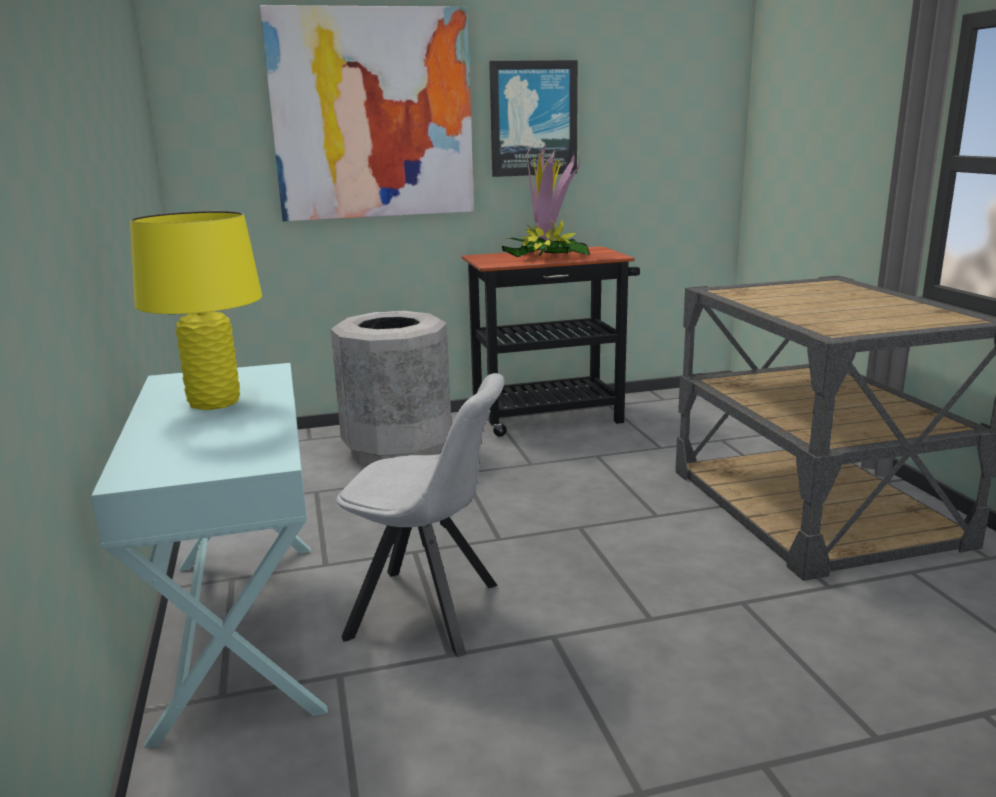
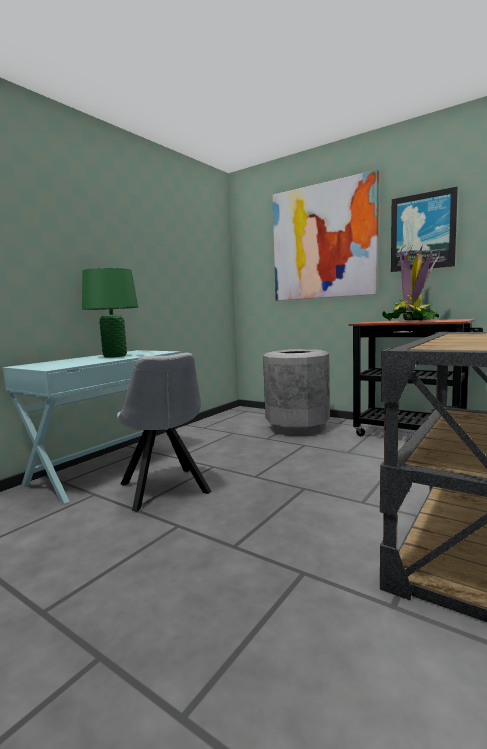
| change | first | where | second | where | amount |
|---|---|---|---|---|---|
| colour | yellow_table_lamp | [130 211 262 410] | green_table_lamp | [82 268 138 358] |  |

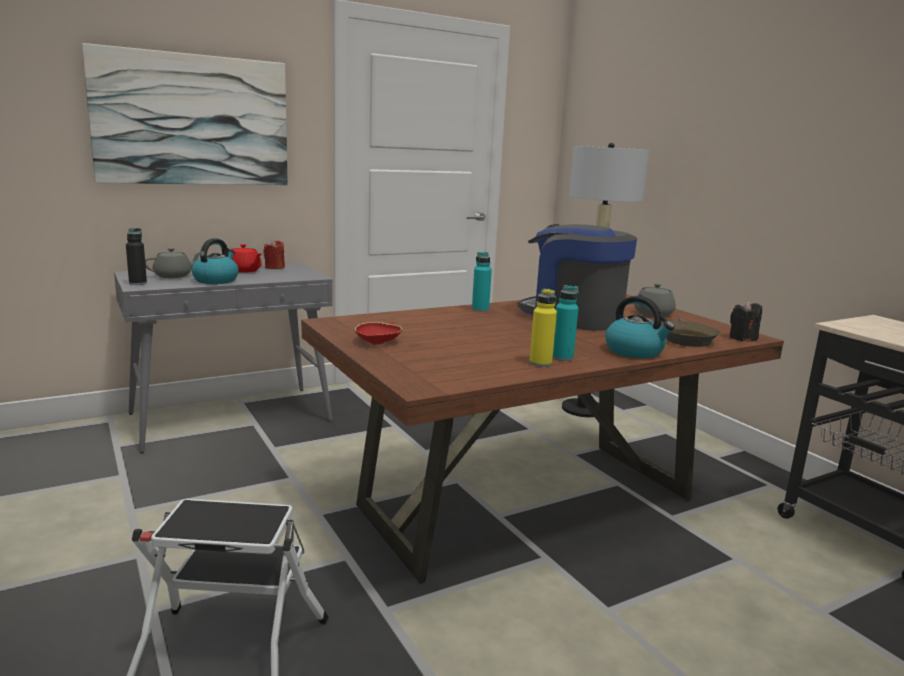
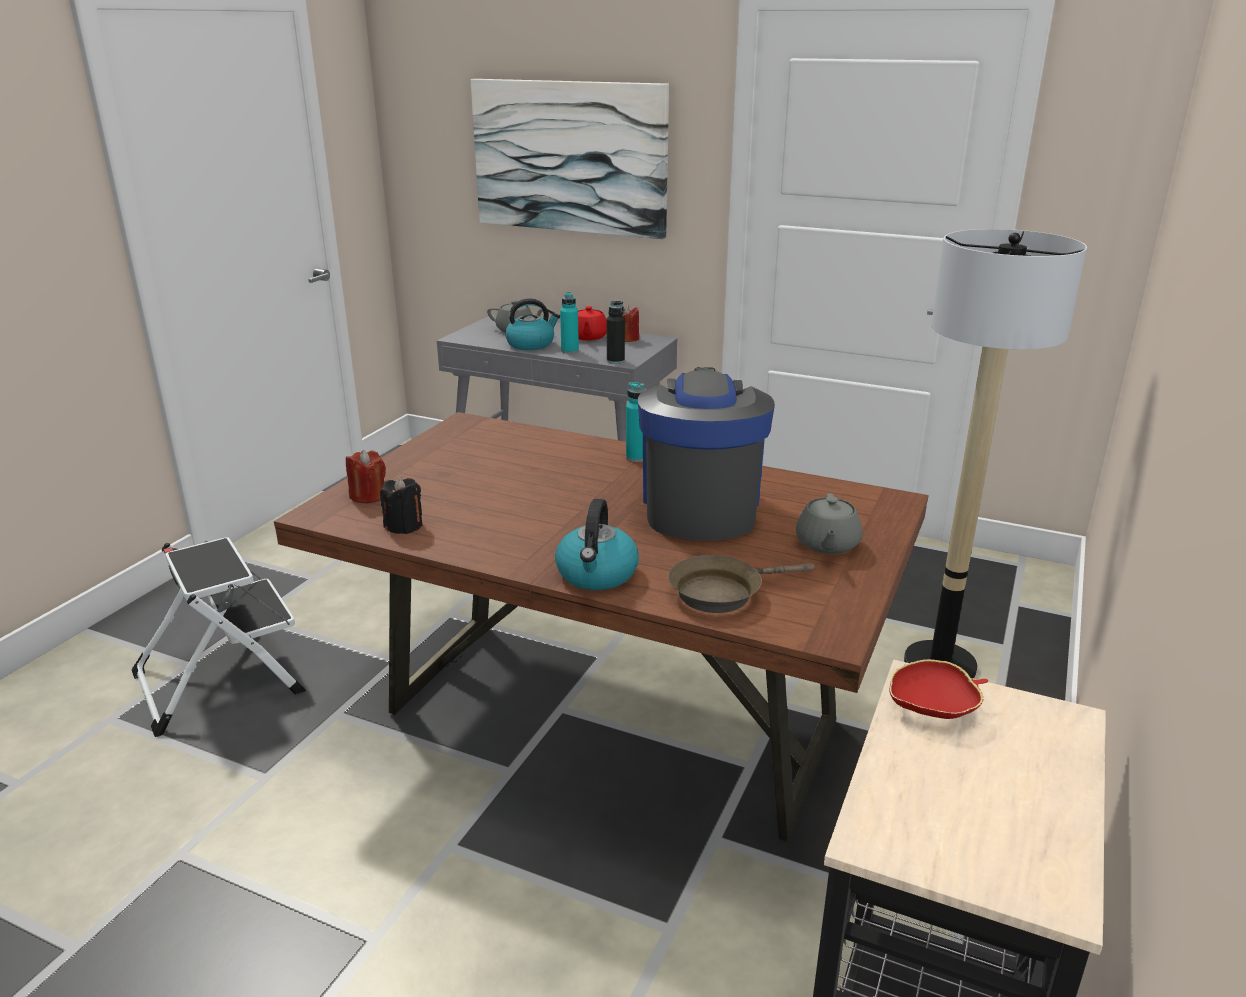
| change | first | where | second | where | amount |
|---|---|---|---|---|---|
| relocated | black_bottle | [126 228 147 285] |  | [607 301 625 364] |  |
| relocated | red_bowl | [355 322 402 345] |  | [889 659 988 719] |  |
| missing | yellow_bottle | [529 288 557 367] |  |  |  |
| relocated | turquoise_bottle | [553 285 579 361] |  | [560 292 579 354] |  |
| spun | grey_teapot | [634 283 676 317] |  | [796 493 863 554] | 90 degrees counterclockwise |
| relocated | black_candle | [729 301 762 341] |  | [380 477 422 534] |  |
| appeared |  |  | red_candle | [346 450 386 503] |  |

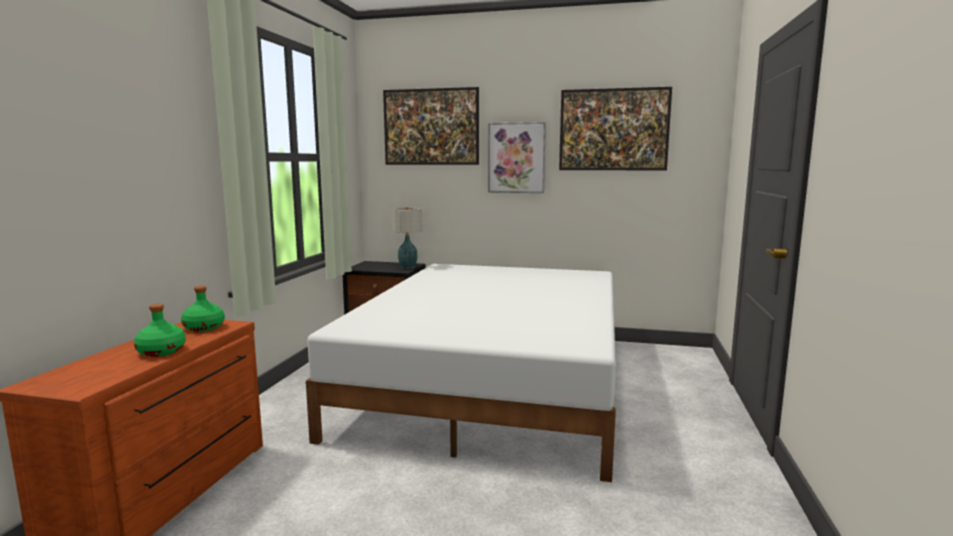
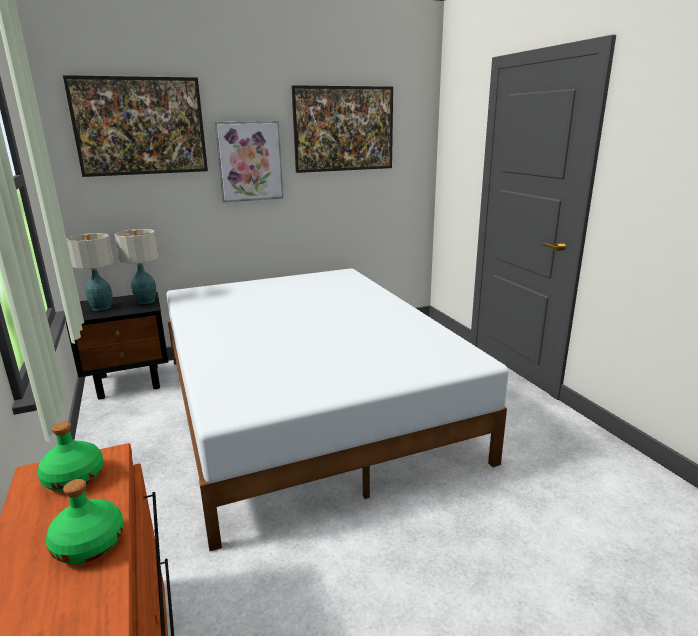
| change | first | where | second | where | amount |
|---|---|---|---|---|---|
| appeared |  |  | table_lamp | [67 233 114 311] |  |

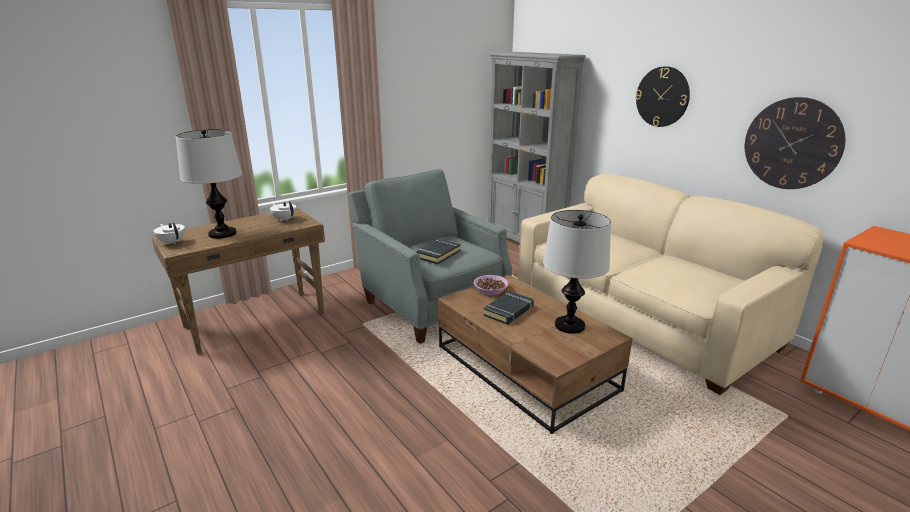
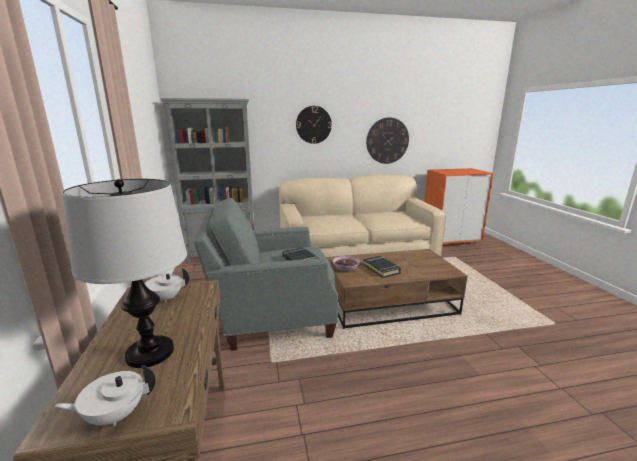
| change | first | where | second | where | amount |
|---|---|---|---|---|---|
| missing | table_lamp | [543 210 611 334] |  |  |  |

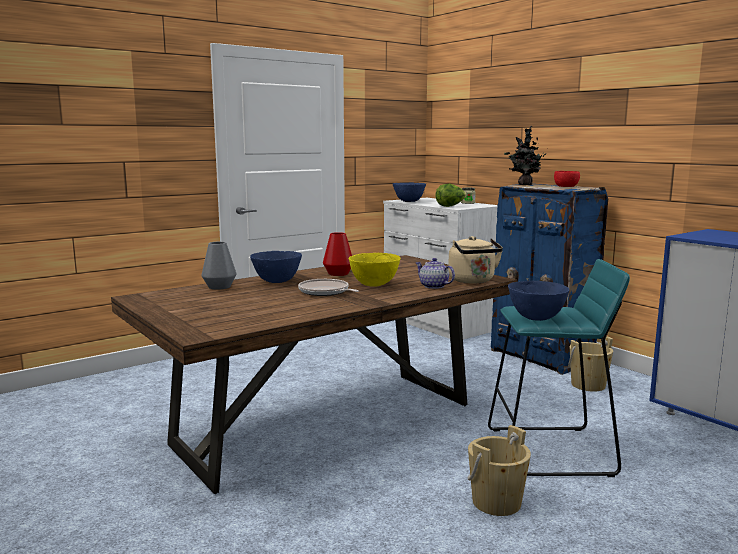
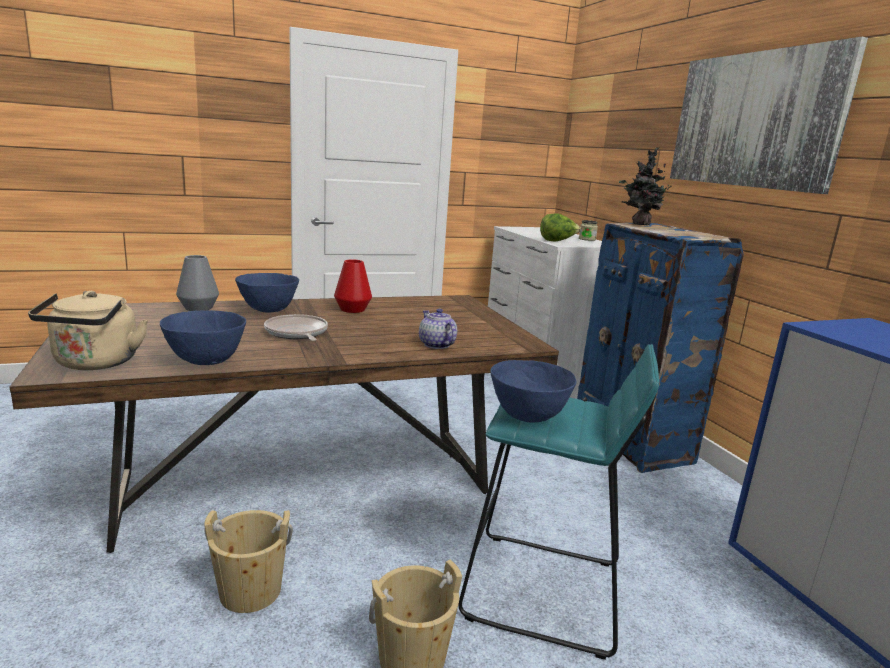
| change | first | where | second | where | amount |
|---|---|---|---|---|---|
| missing | yellow_bowl | [349 253 401 286] |  |  |  |
| relocated | blue_bowl | [393 183 426 202] |  | [160 310 246 365] |  |
| relocated | beige_kettle | [448 236 503 283] |  | [28 291 148 370] |  |
| missing | red_bowl | [554 171 580 187] |  |  |  |
| relocated | beige_bucket | [568 336 613 392] |  | [204 510 293 613] |  |
| appeared |  |  | picture | [670 37 868 194] |  |

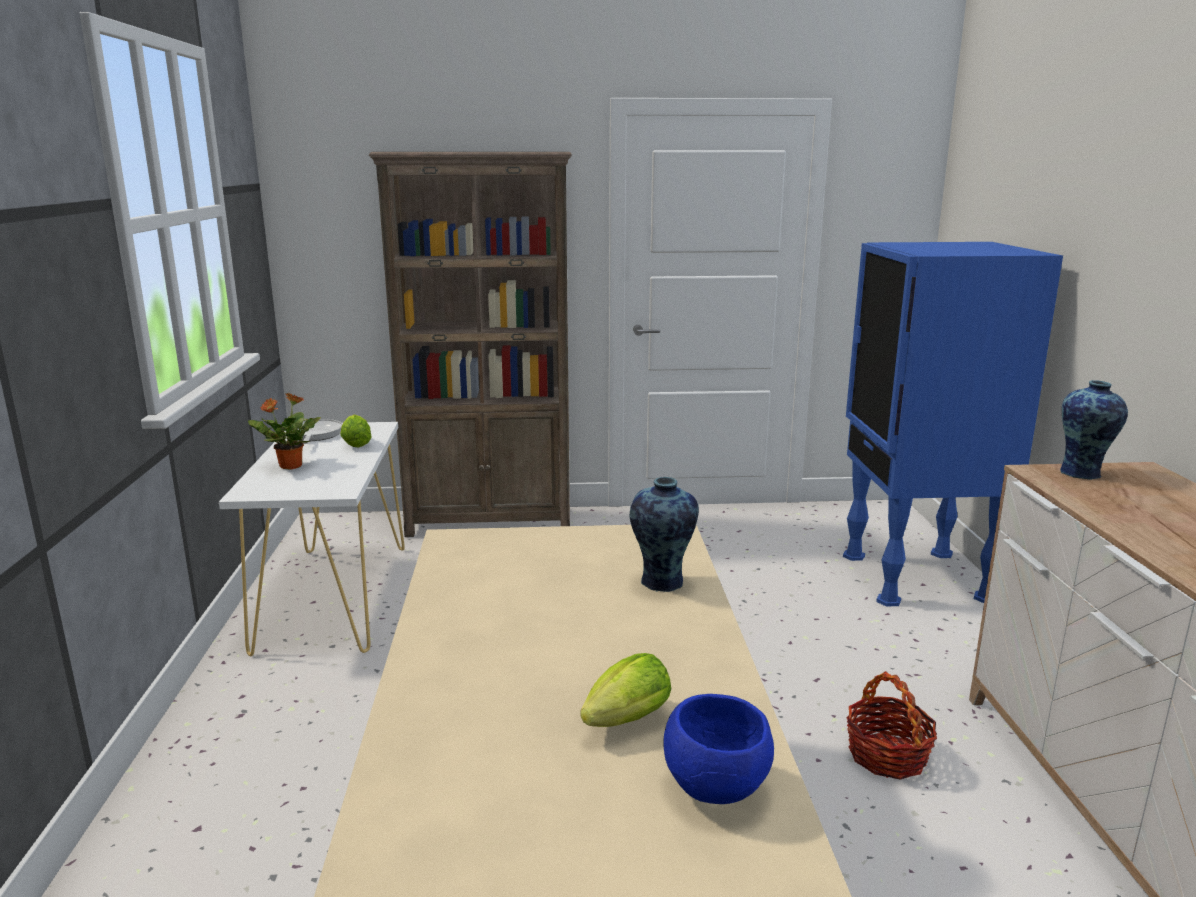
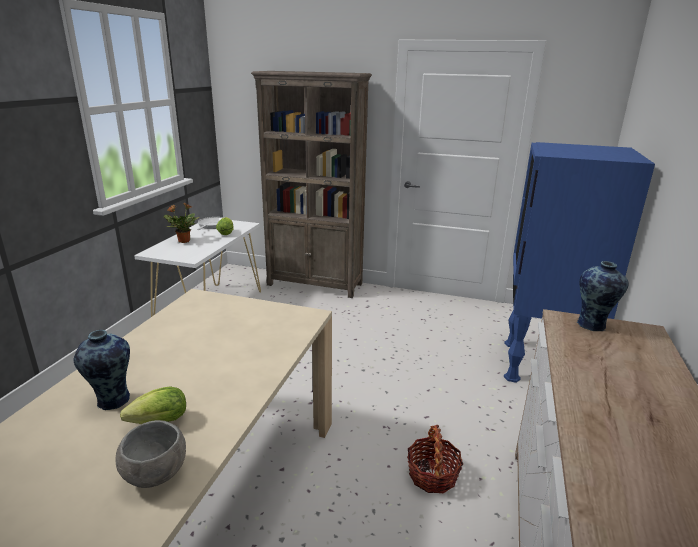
| change | first | where | second | where | amount |
|---|---|---|---|---|---|
| relocated | vase | [629 477 699 592] |  | [74 330 130 410] |  |
| colour | blue_bowl | [663 694 774 804] | grey_bowl | [115 420 186 488] |  |

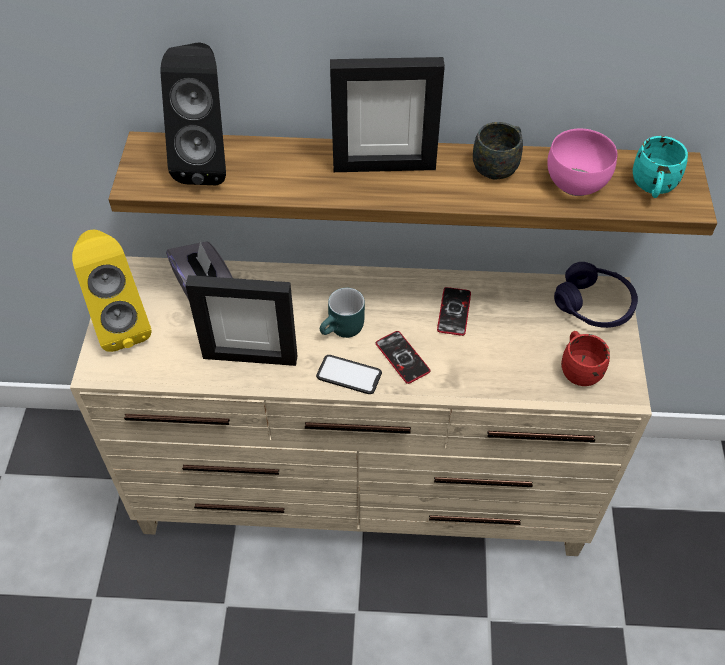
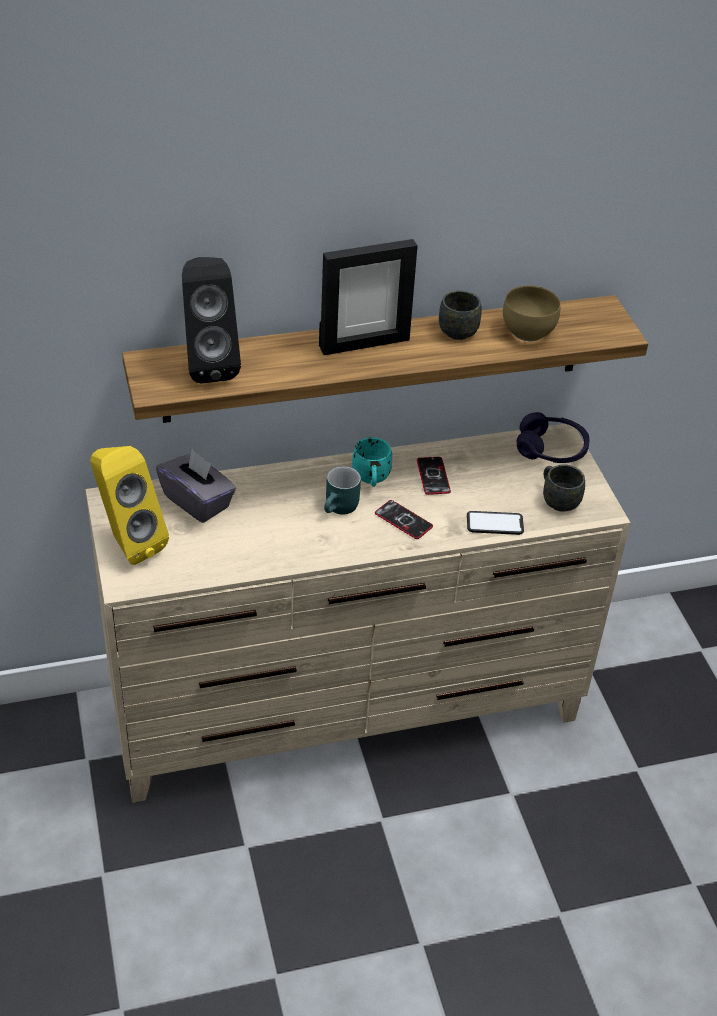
| change | first | where | second | where | amount |
|---|---|---|---|---|---|
| missing | picture_frame | [185 275 298 366] |  |  |  |
| relocated | phone | [316 355 382 394] |  | [467 511 524 535] |  |
| colour | pink_bowl | [547 129 617 196] | brown_bowl | [503 285 561 341] |  |
| colour | red_mug | [561 331 610 386] | grey_mug | [543 465 585 512] |  |
| relocated | turquoise_mug | [633 136 688 198] |  | [352 437 392 487] |  |

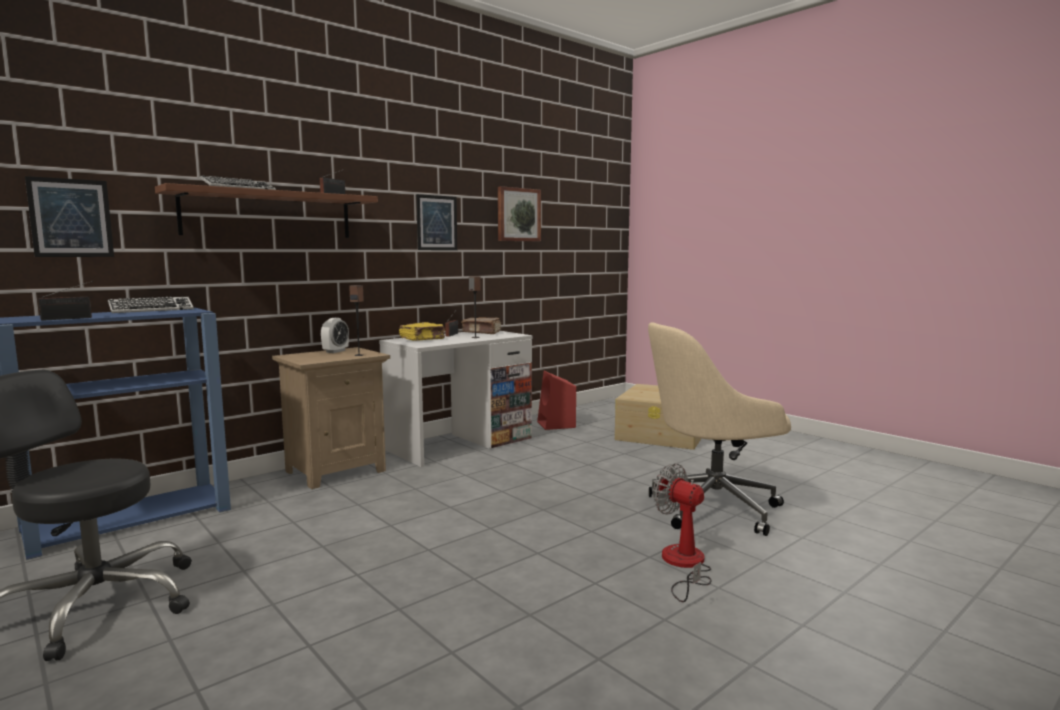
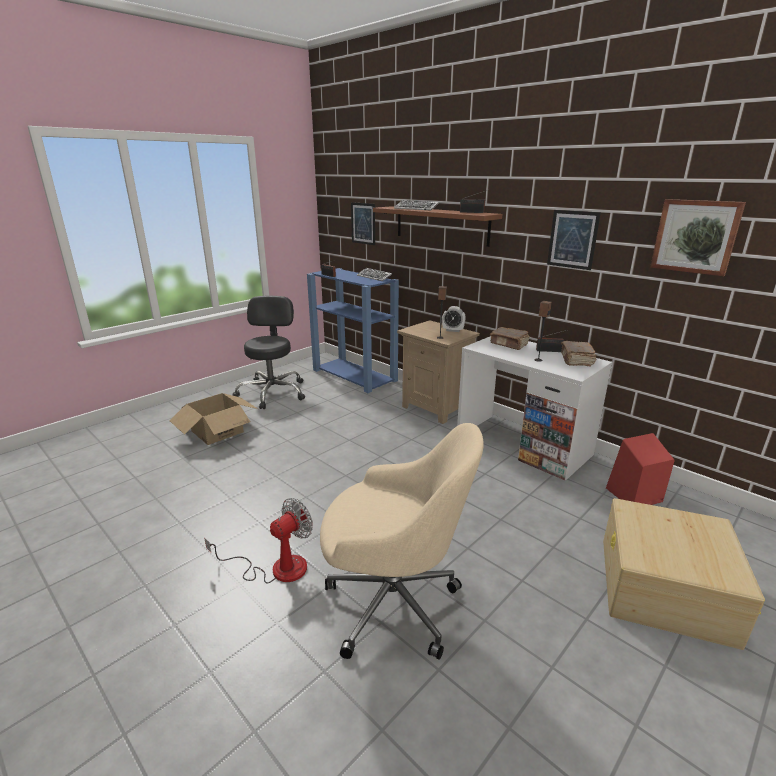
| change | first | where | second | where | amount |
|---|---|---|---|---|---|
| colour | yellow_book | [399 322 445 341] | brown_book | [490 327 530 350] |  |
| spun | beige_office_chair | [648 322 791 536] |  | [320 423 484 660] | 120 degrees clockwise |
| appeared |  |  | cardboard_box | [169 393 258 445] |  |

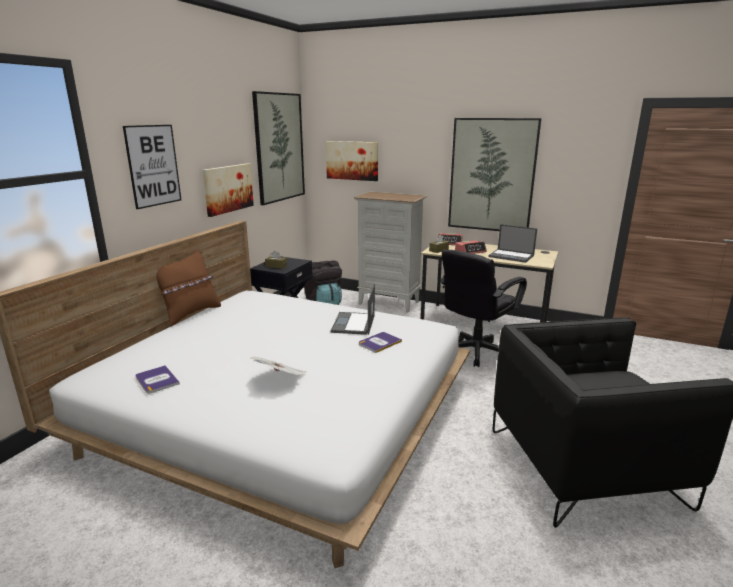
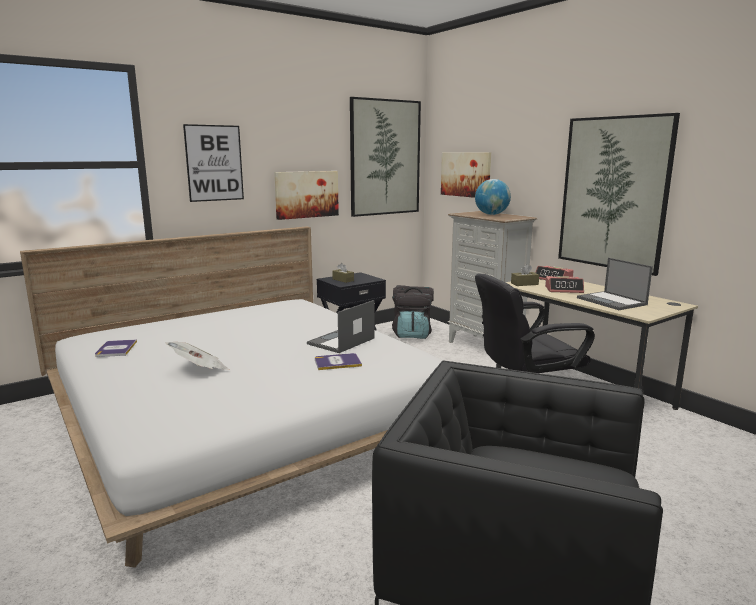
| change | first | where | second | where | amount |
|---|---|---|---|---|---|
| missing | brown_pillow | [156 251 221 326] |  |  |  |
| appeared |  |  | globe | [475 179 511 215] |  |

